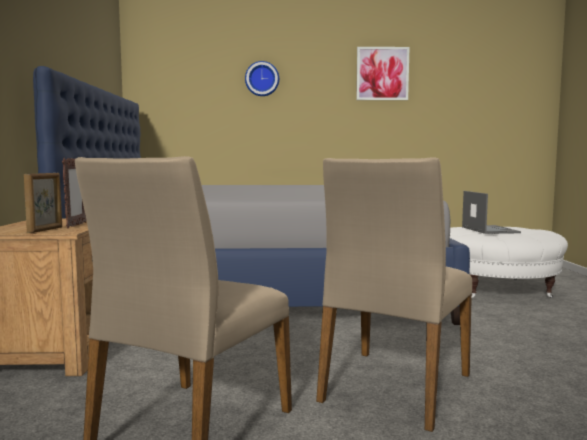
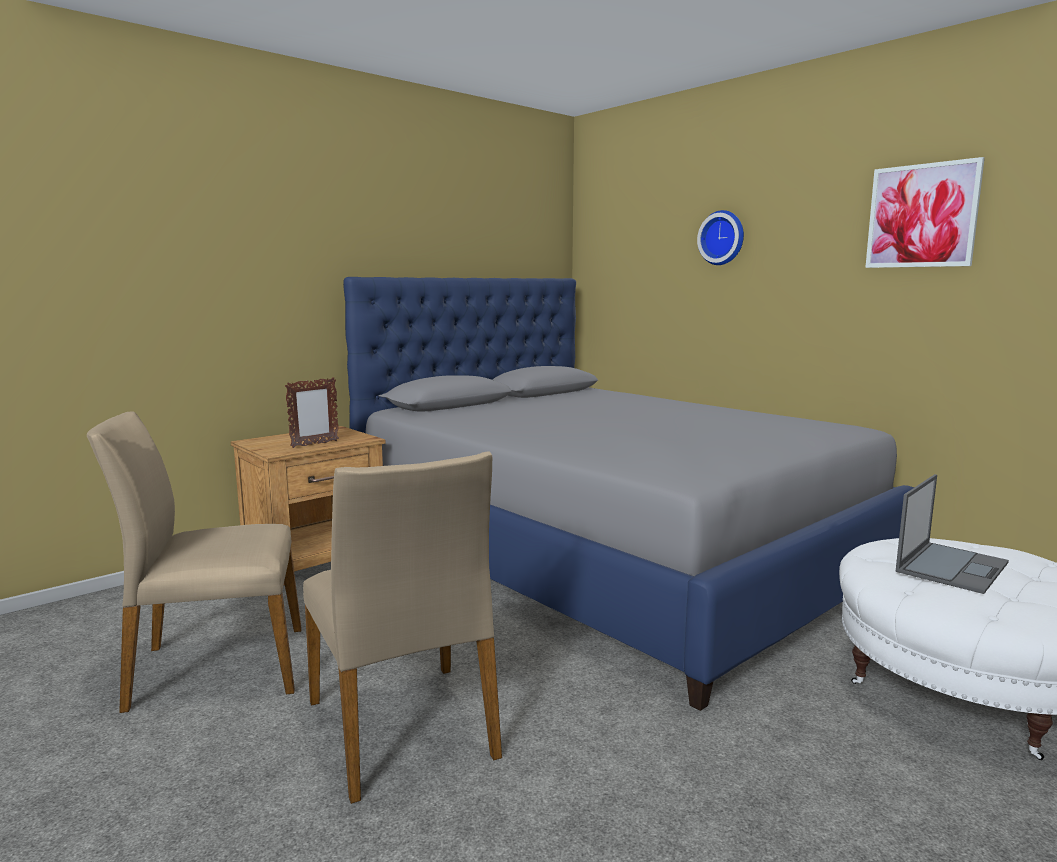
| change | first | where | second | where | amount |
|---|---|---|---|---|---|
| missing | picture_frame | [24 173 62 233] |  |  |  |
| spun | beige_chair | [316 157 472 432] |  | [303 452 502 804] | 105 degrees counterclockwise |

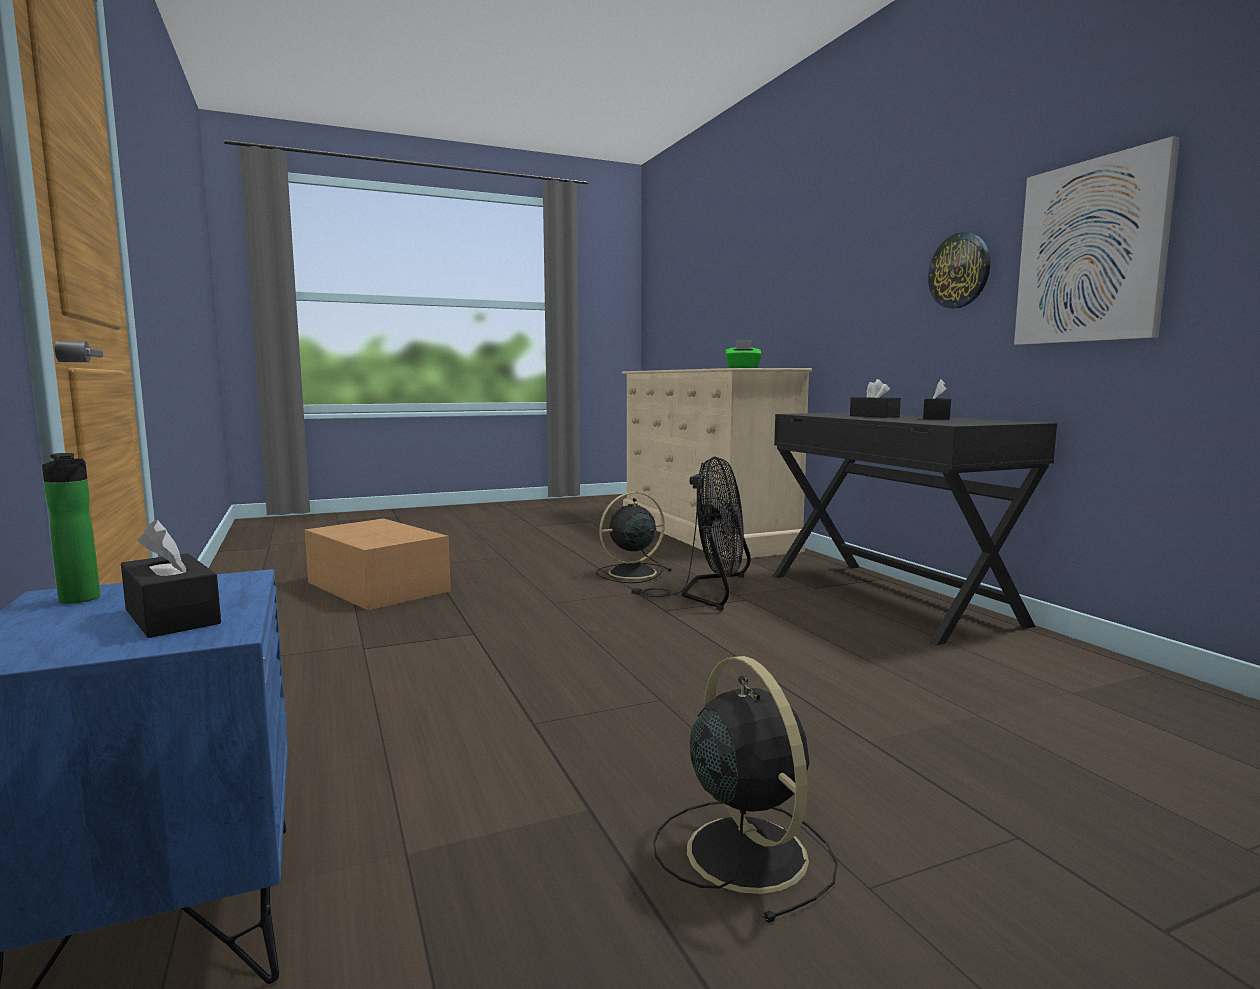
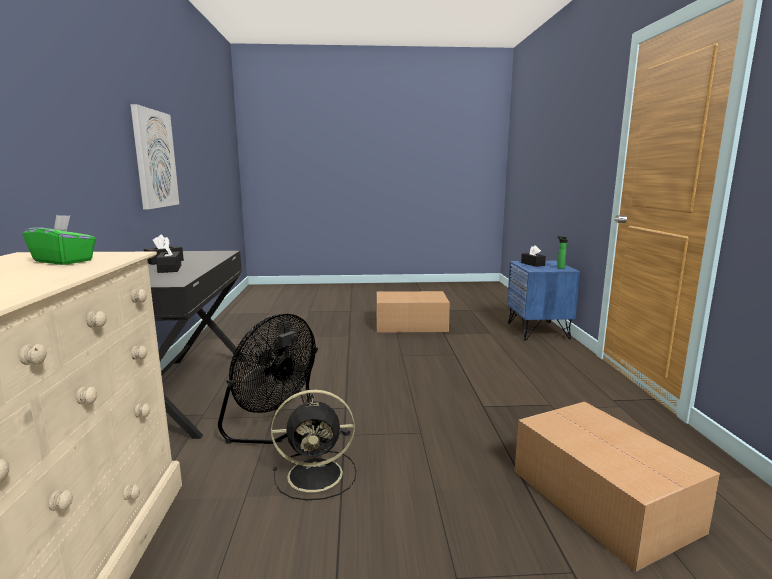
| change | first | where | second | where | amount |
|---|---|---|---|---|---|
| exchanged | black_fan | [653 656 838 923] | cardboard_box | [377 291 450 333] |  |
| missing | wall_clock | [928 232 990 308] |  |  |  |

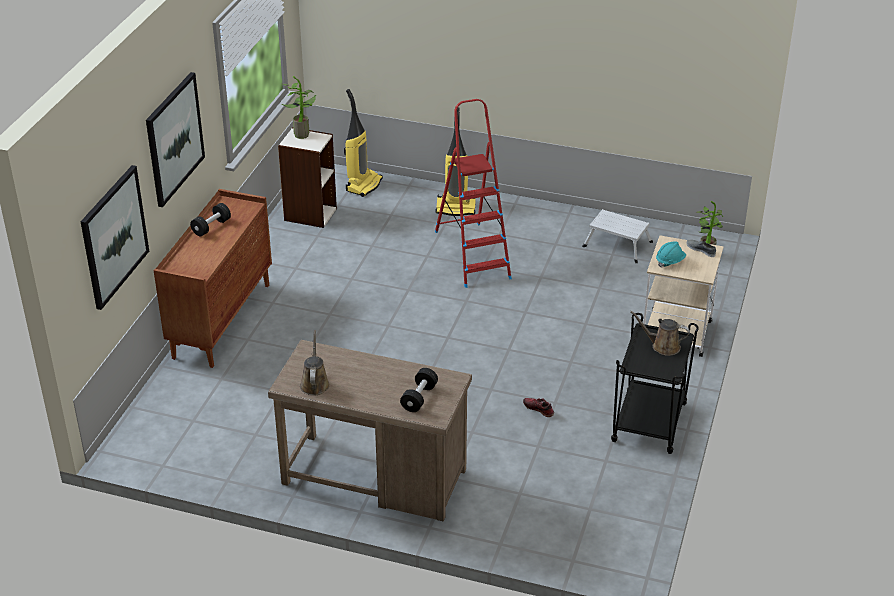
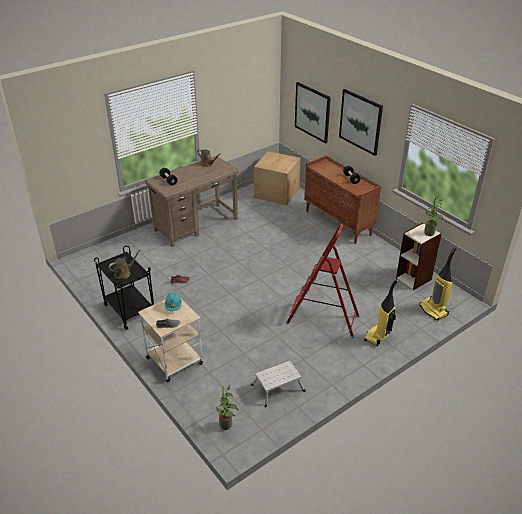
| change | first | where | second | where | amount |
|---|---|---|---|---|---|
| appeared |  |  | cardboard_box | [254 151 301 205] |  |

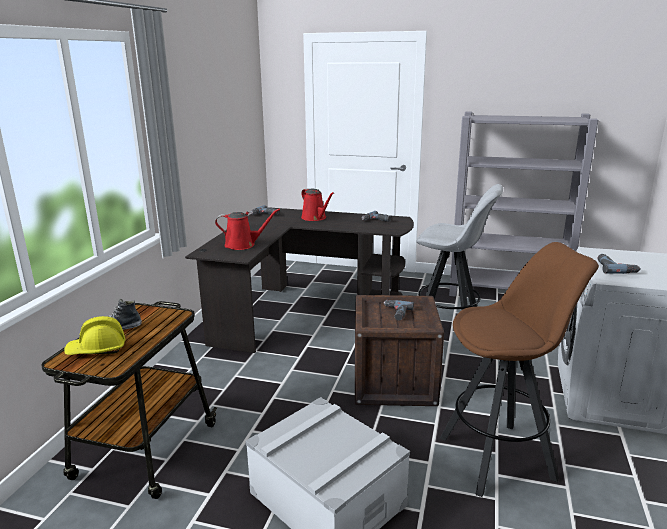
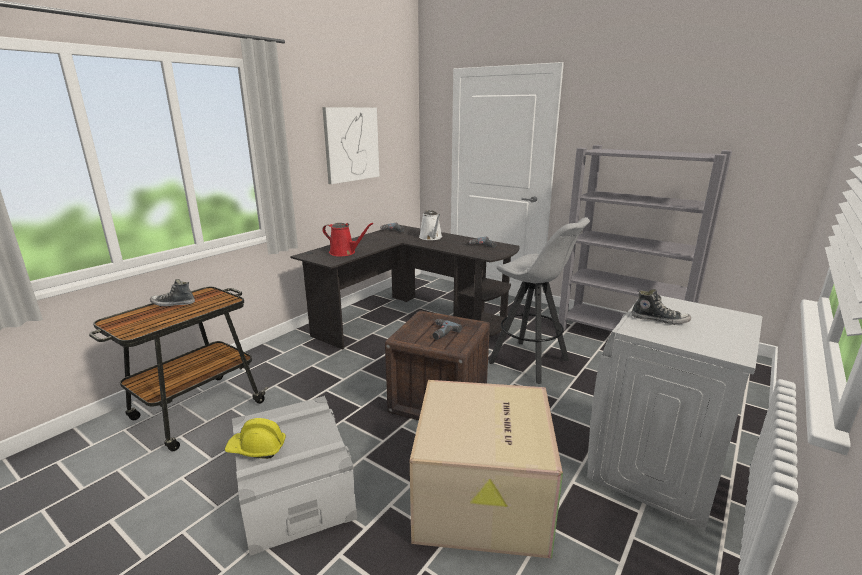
| change | first | where | second | where | amount |
|---|---|---|---|---|---|
| relocated | yellow_hard_hat | [64 316 125 355] |  | [225 418 286 459] |  |
| colour | red_watering_can | [301 188 334 221] | white_watering_can | [419 210 442 240] |  |
| exchanged | brown_stool | [440 242 599 497] | cardboard_box | [410 380 563 559] |  |
| exchanged | power_drill | [598 254 641 274] | shoe | [632 289 691 325] |  |
| appeared |  |  | picture | [322 107 380 184] |  |

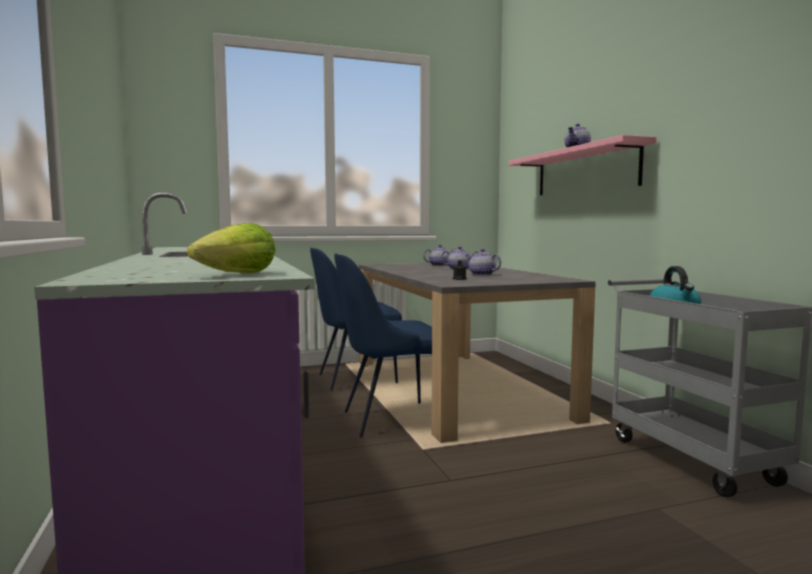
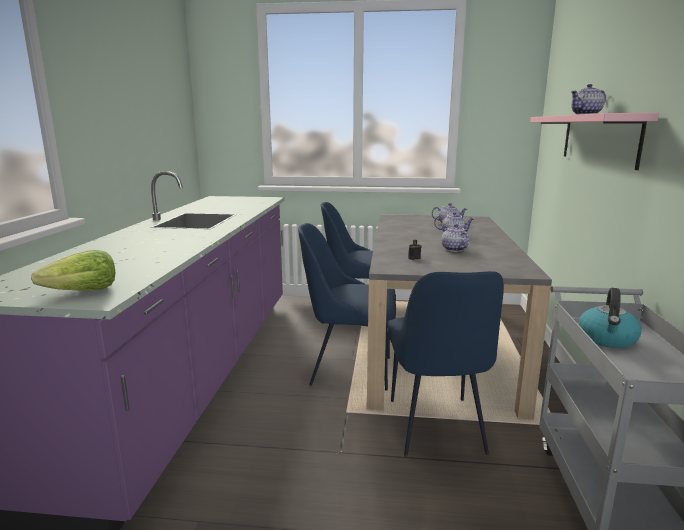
| change | first | where | second | where | amount |
|---|---|---|---|---|---|
| appeared |  |  | blue_chair | [387 271 504 457] |  |

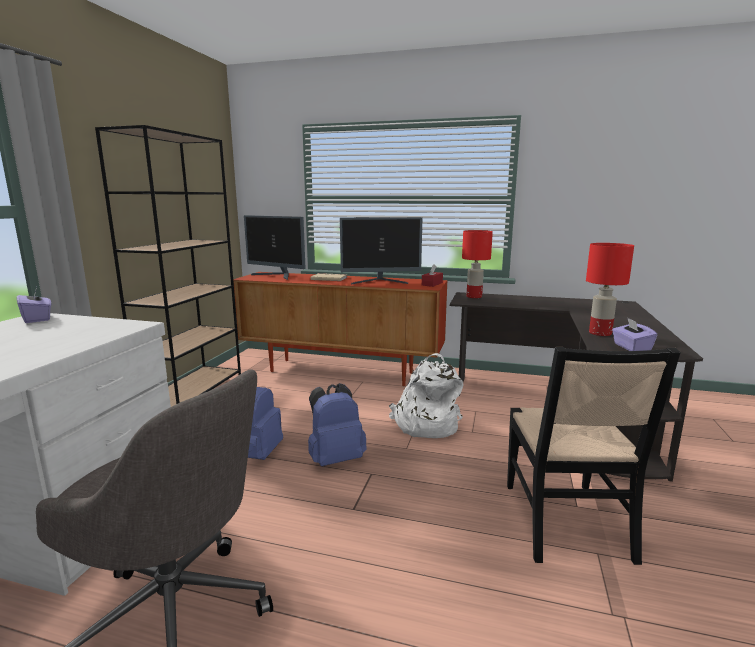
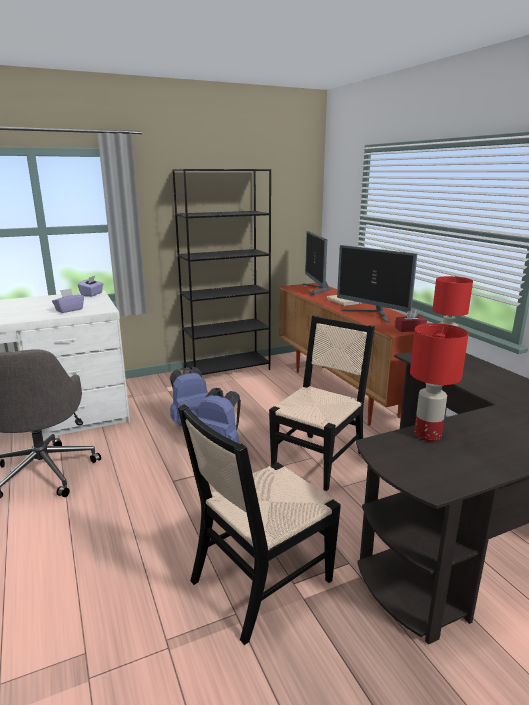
| change | first | where | second | where | amount |
|---|---|---|---|---|---|
| colour | beige_bookcase | [95 125 241 407] | black_bookcase | [172 169 271 375] |  |
| exchanged | white_backpack | [389 353 464 438] | chair | [269 315 375 491] |  |
| relocated | purple_tissue_box | [612 317 657 351] |  | [52 289 84 313] |  |

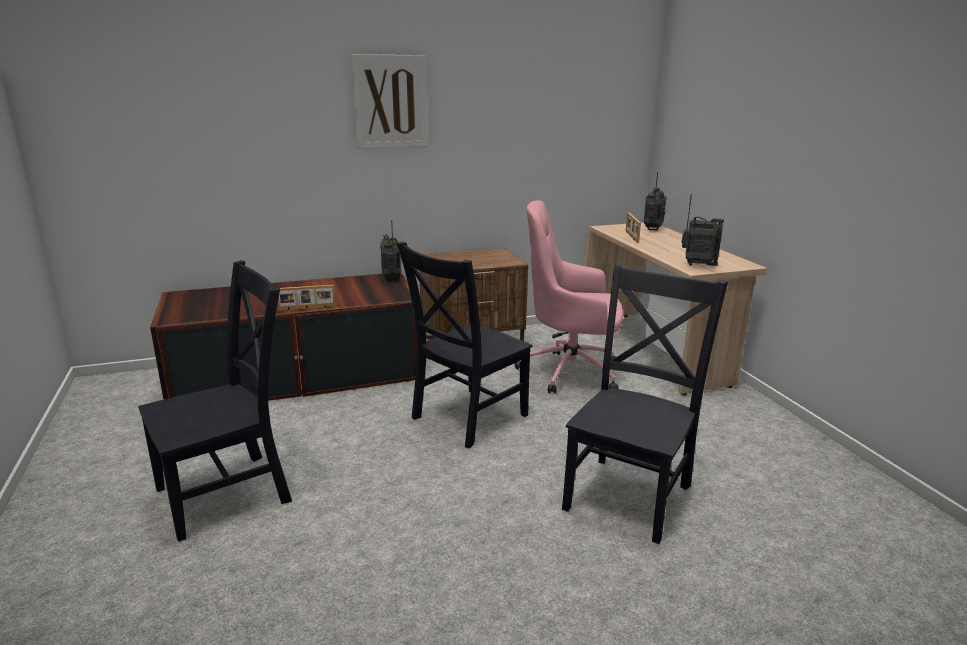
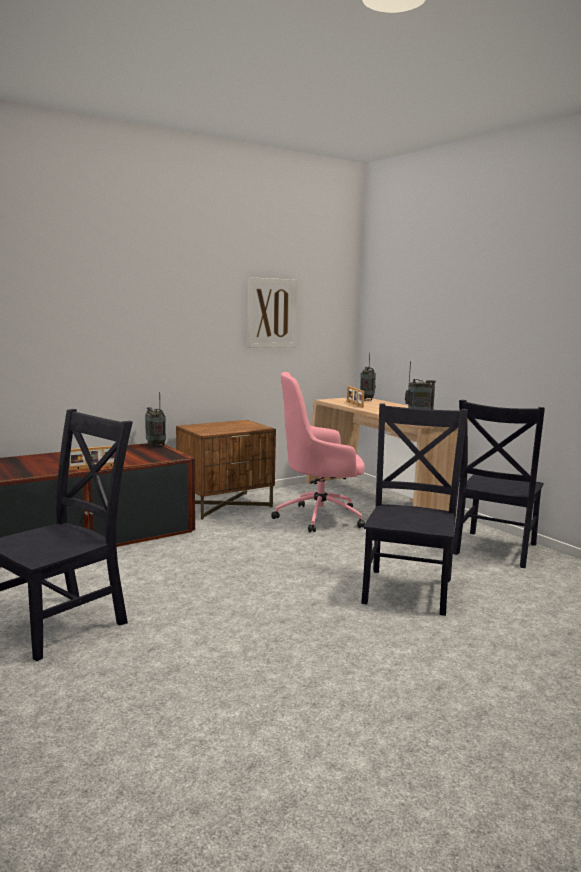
| change | first | where | second | where | amount |
|---|---|---|---|---|---|
| relocated | picture | [351 54 428 149] |  | [247 277 297 348] |  |
| relocated | black_chair | [397 242 532 448] |  | [453 400 545 568] |  |

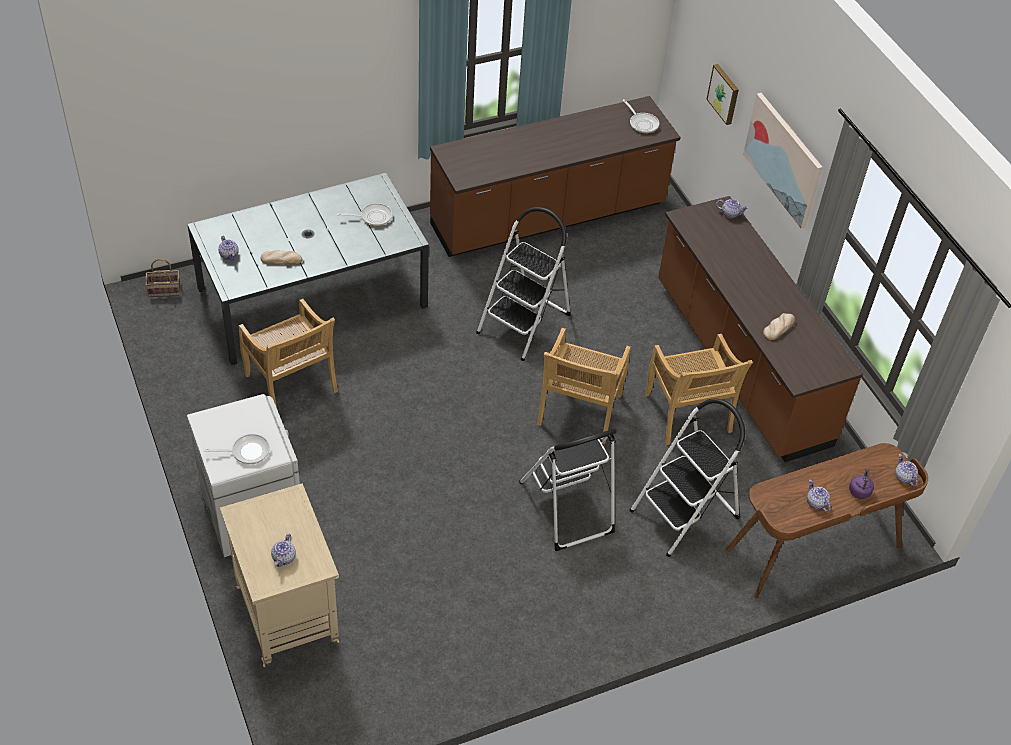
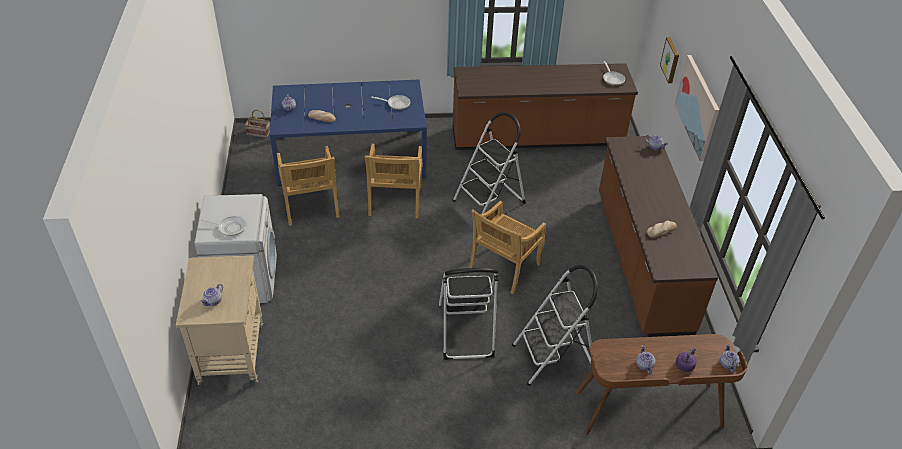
| change | first | where | second | where | amount |
|---|---|---|---|---|---|
| colour | grey_dining_table | [187 173 429 365] | blue_dining_table | [270 80 427 186] |  |
| relocated | beige_chair | [645 334 753 445] |  | [365 144 422 218] |  |

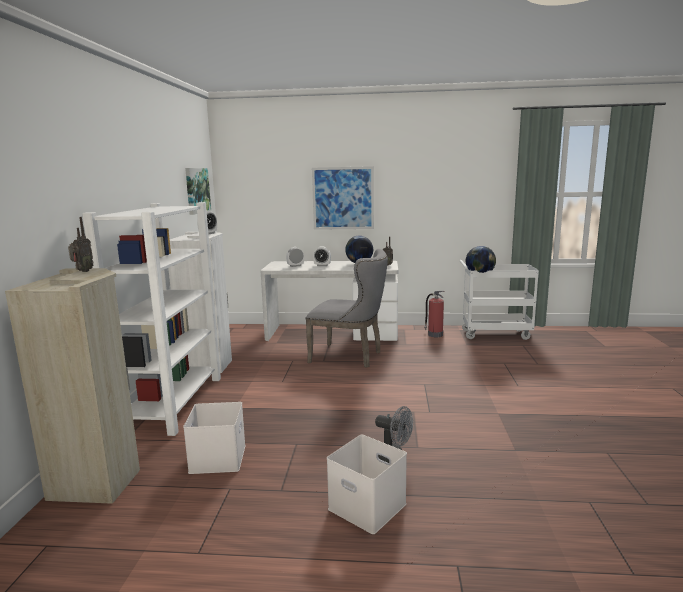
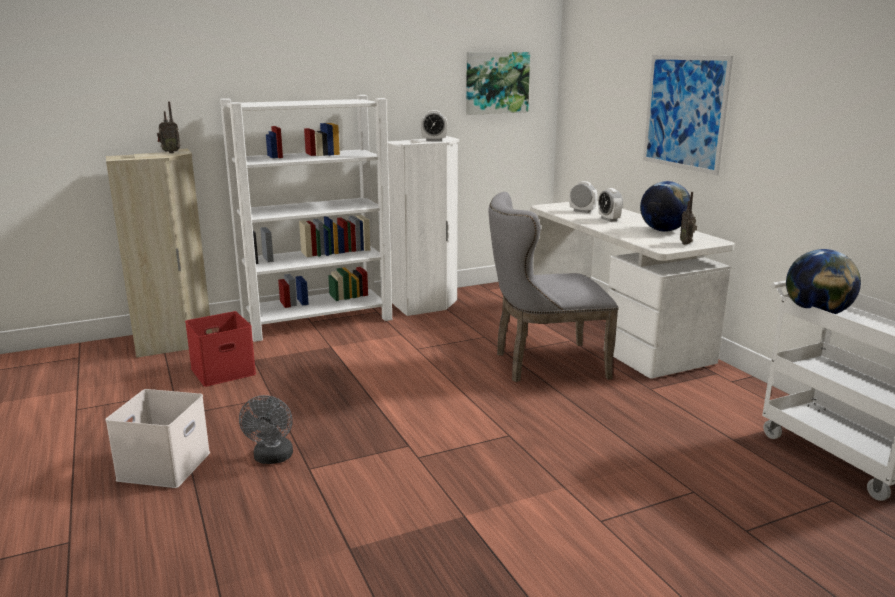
| change | first | where | second | where | amount |
|---|---|---|---|---|---|
| colour | white_storage_box | [183 402 246 474] | red_storage_box | [185 311 256 387] |  |
| spun | grey_chair | [306 249 388 368] |  | [489 192 619 382] | 90 degrees clockwise |
| missing | fire_extinguisher | [424 291 445 337] |  |  |  |

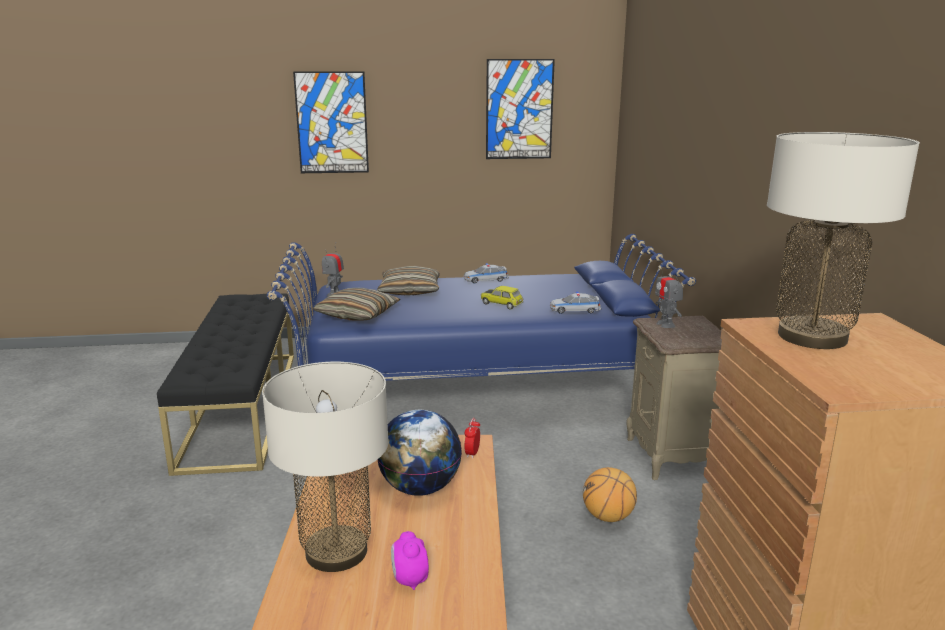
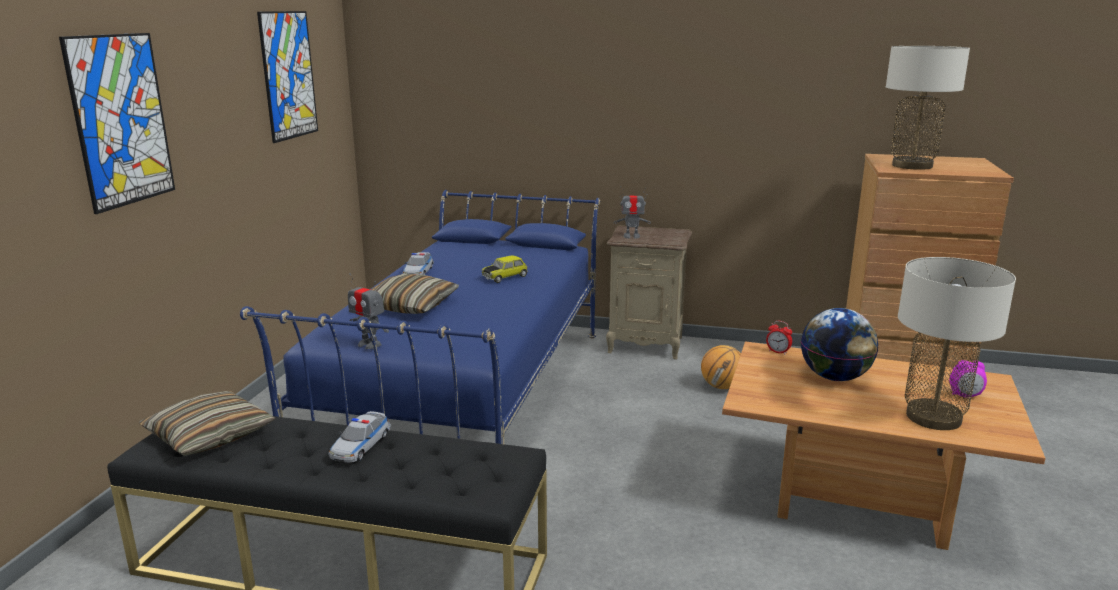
| change | first | where | second | where | amount |
|---|---|---|---|---|---|
| relocated | pillow | [313 288 401 321] |  | [139 391 276 456] |  |
| relocated | toy_car | [550 292 602 314] |  | [328 411 391 463] |  |

